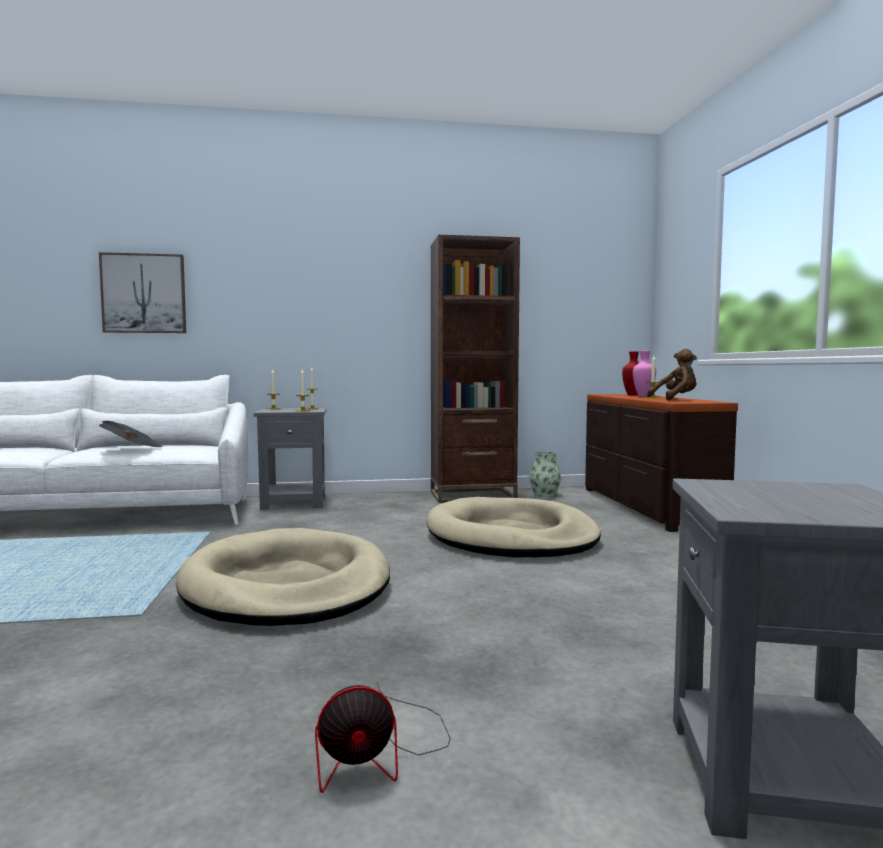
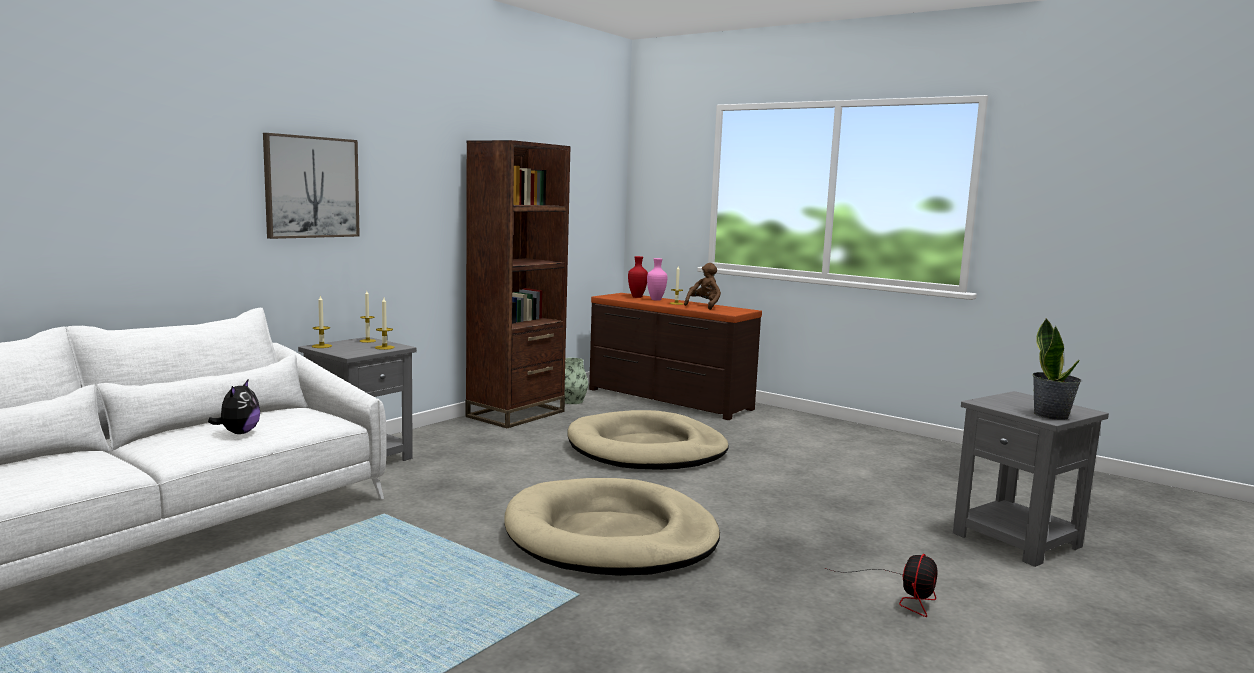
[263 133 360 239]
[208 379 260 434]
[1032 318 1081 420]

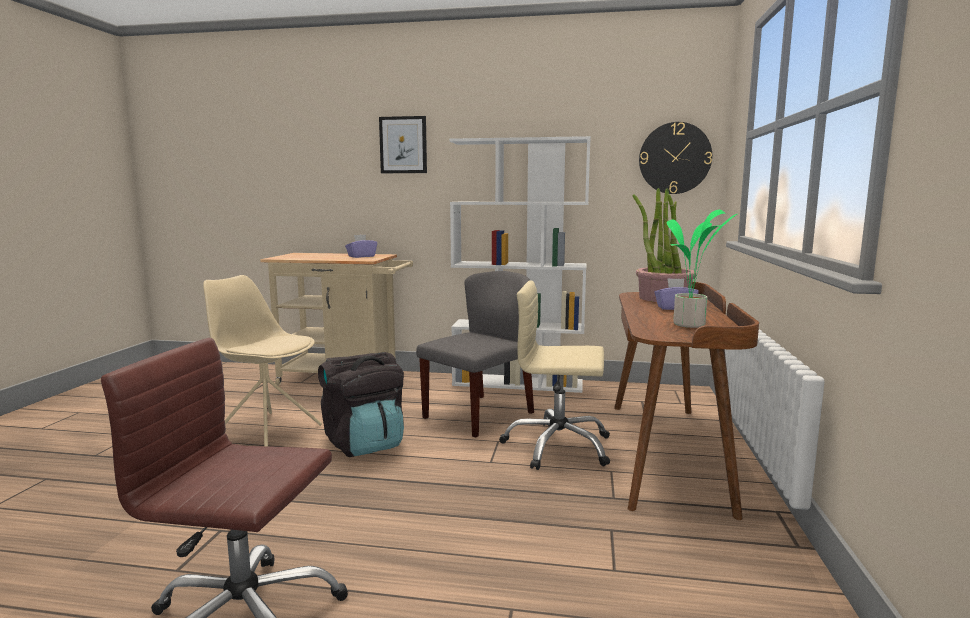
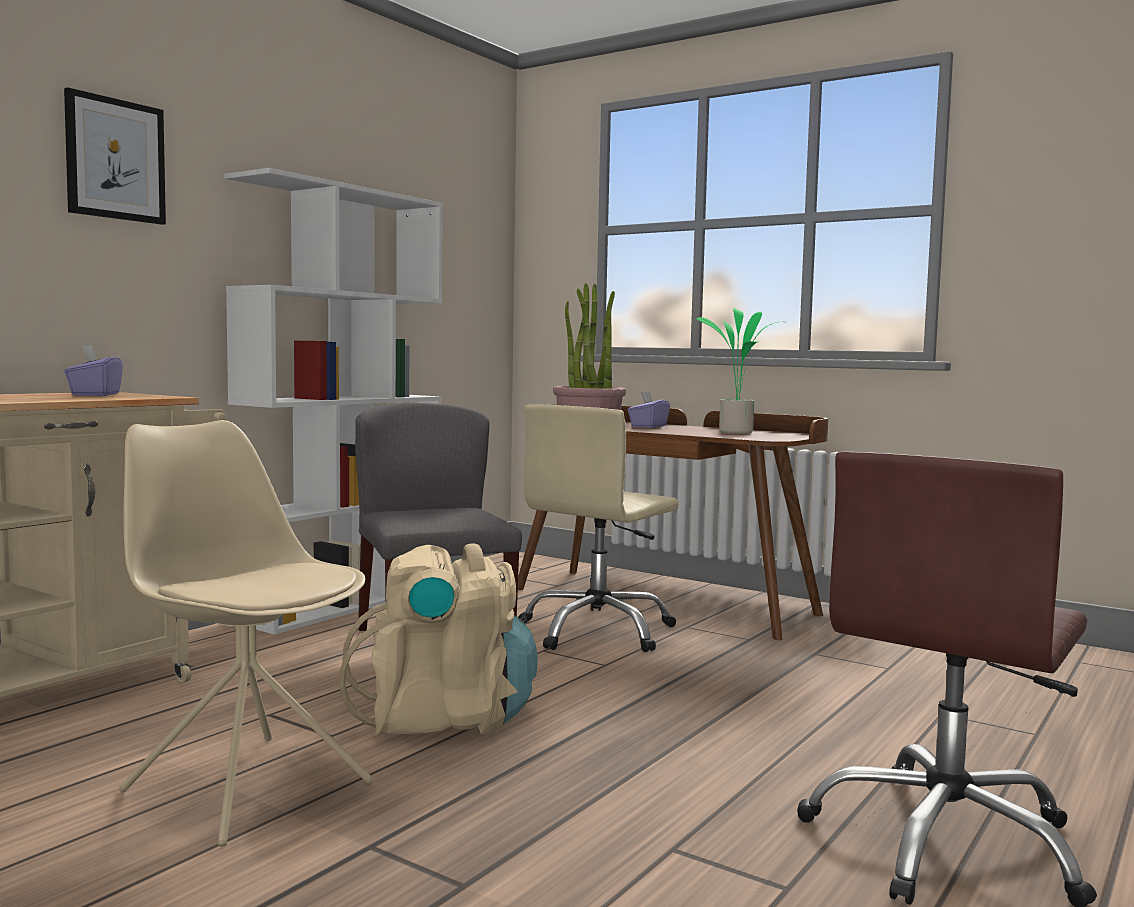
[639 122 712 194] (first image)
[119 420 373 847]
[339 544 538 735]

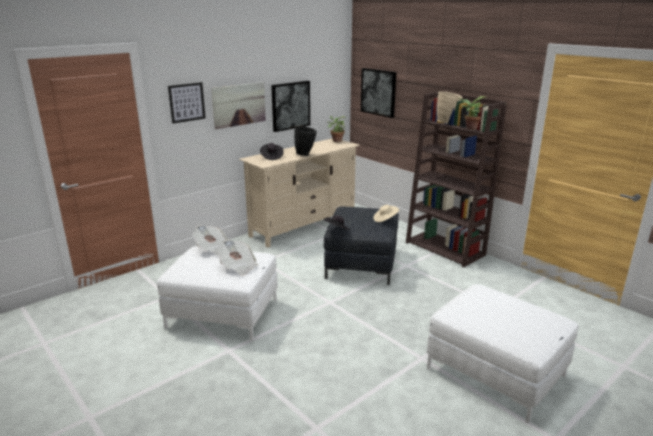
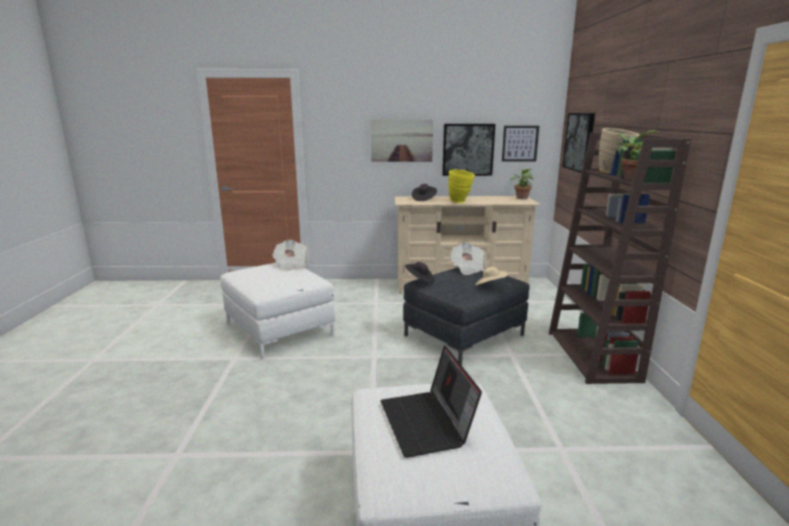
[502 126 539 162]
[448 170 475 203]
[450 243 486 275]
[380 346 482 458]

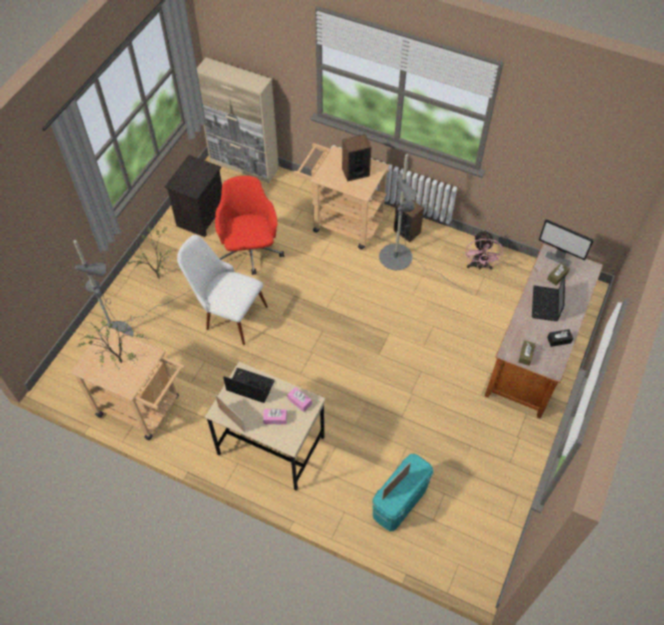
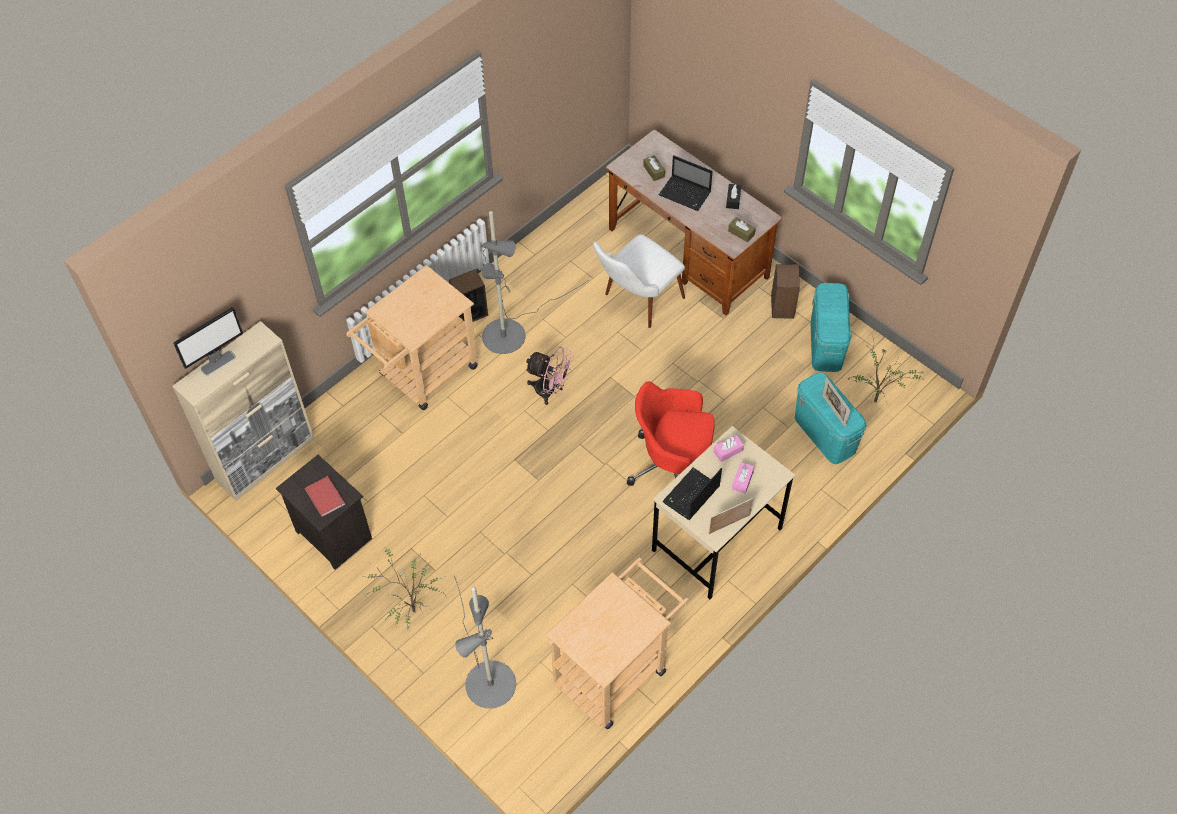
[771 264 800 319]
[627 381 715 486]
[173 307 243 376]
[525 346 574 405]
[593 234 685 328]
[847 338 927 402]
[811 283 851 372]
[305 476 345 517]

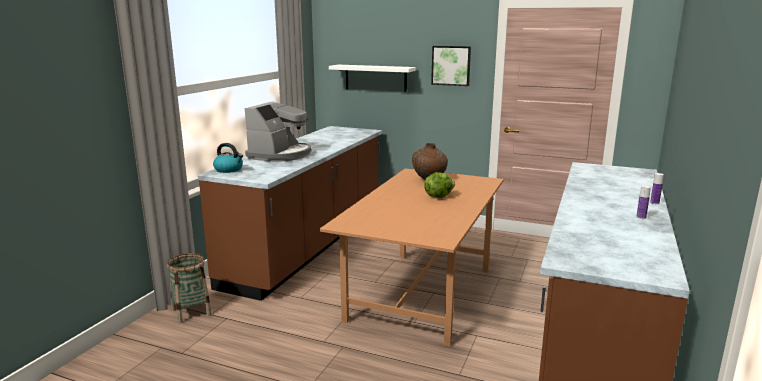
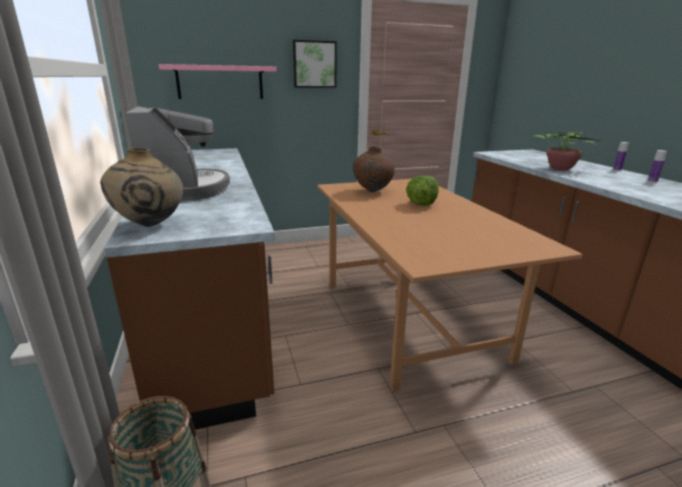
[159 64 277 99]
[100 147 183 227]
[534 132 603 171]

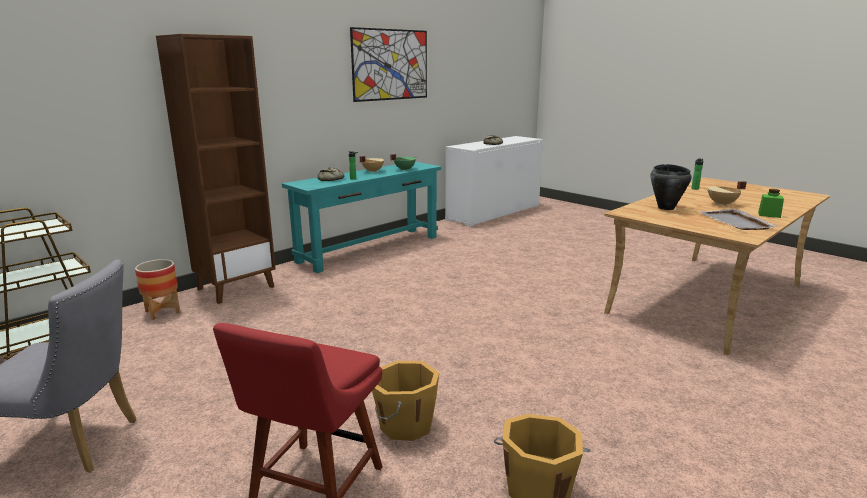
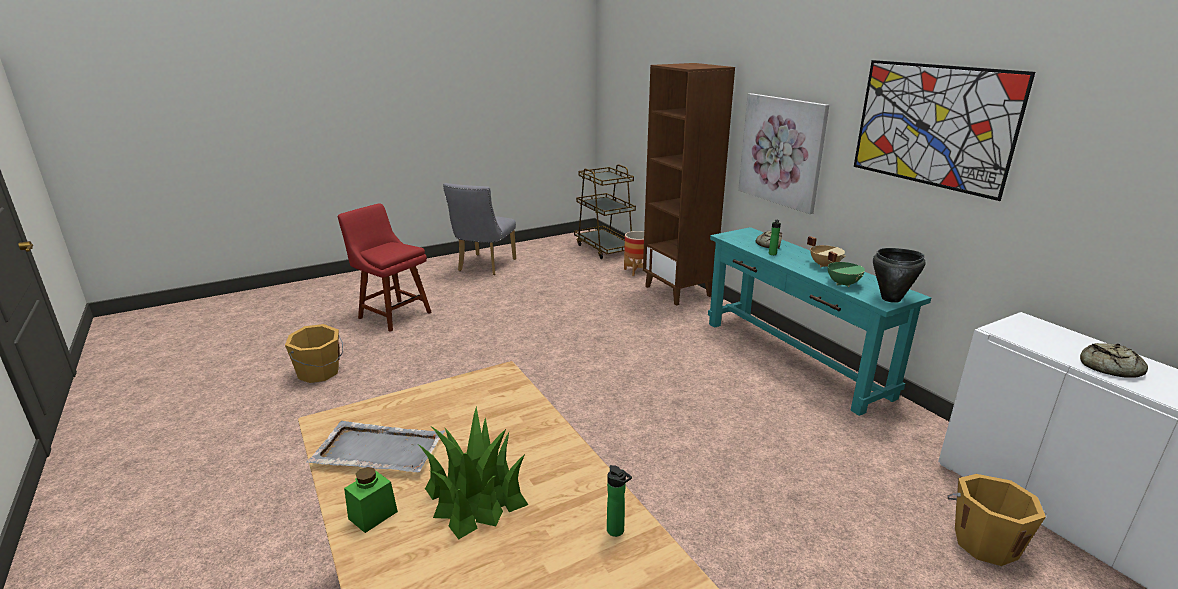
[873 248 926 303]
[419 407 528 539]
[947 474 1047 566]
[738 93 829 214]

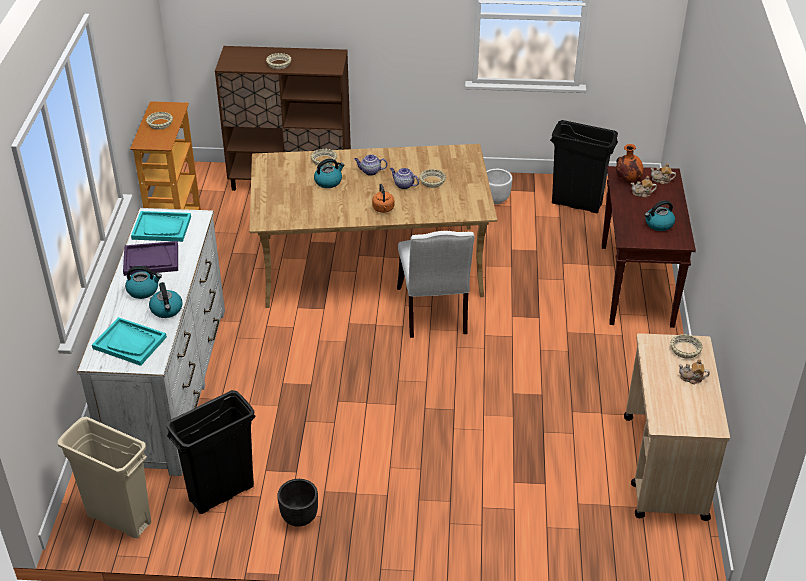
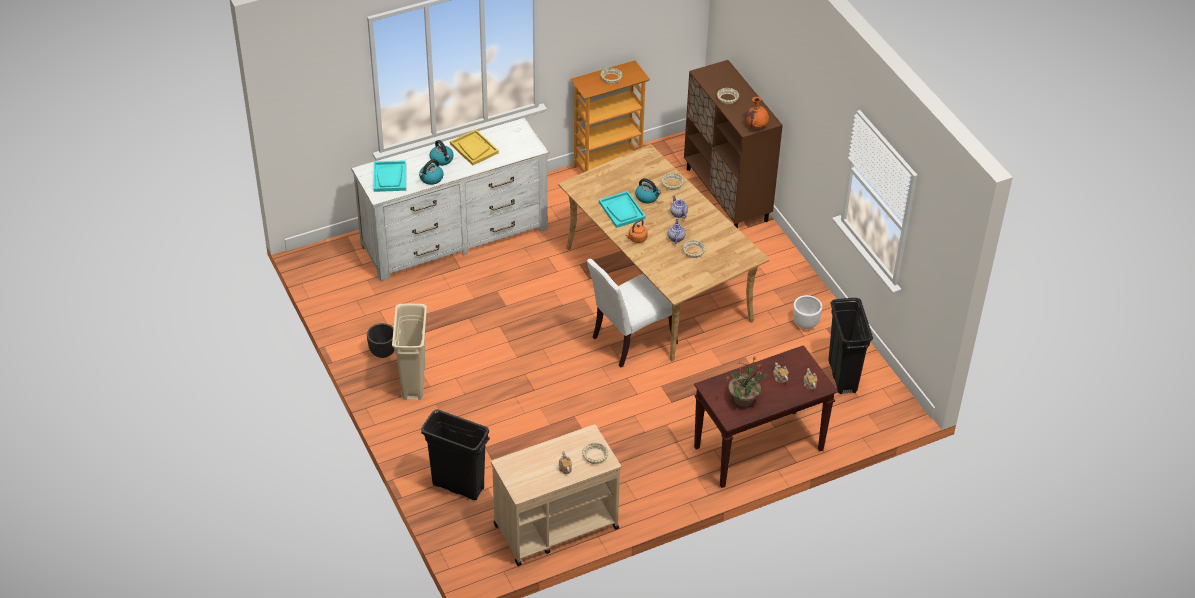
[746 97 769 128]
[725 357 767 407]
[599 191 646 228]
[450 129 499 166]
[421 409 490 500]
[392 304 427 400]

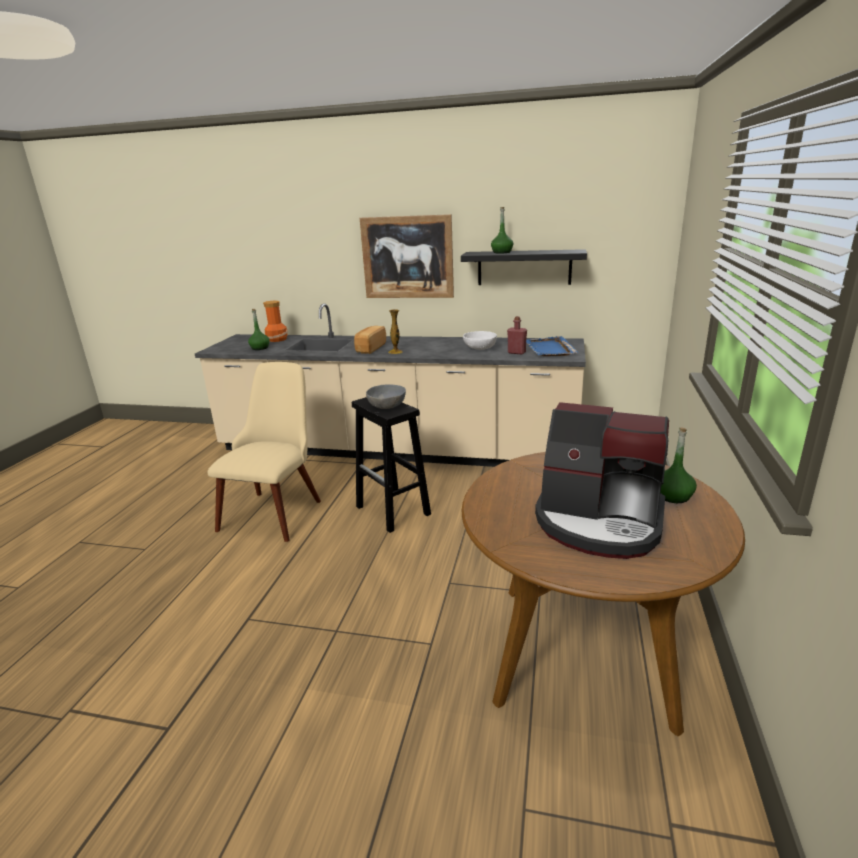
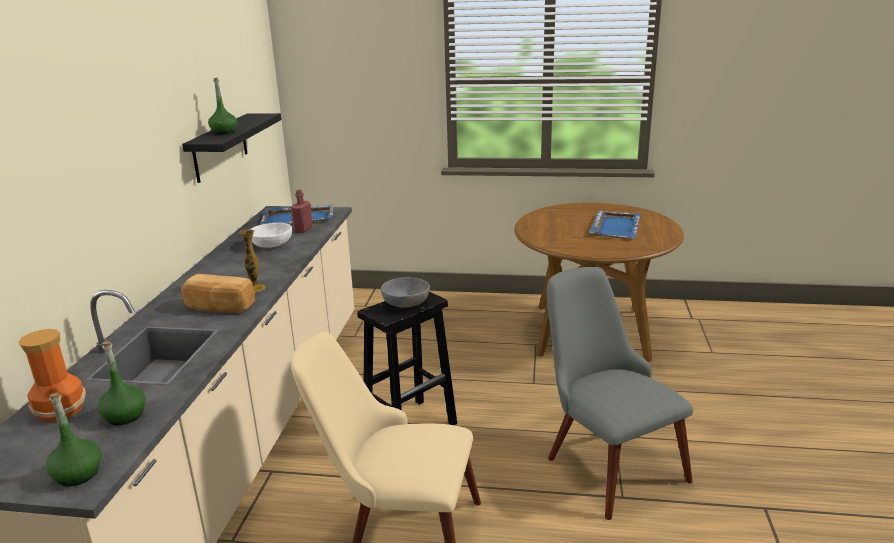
[360 214 454 298] (first image)
[590 210 640 239]
[45 393 101 487]
[547 267 693 520]

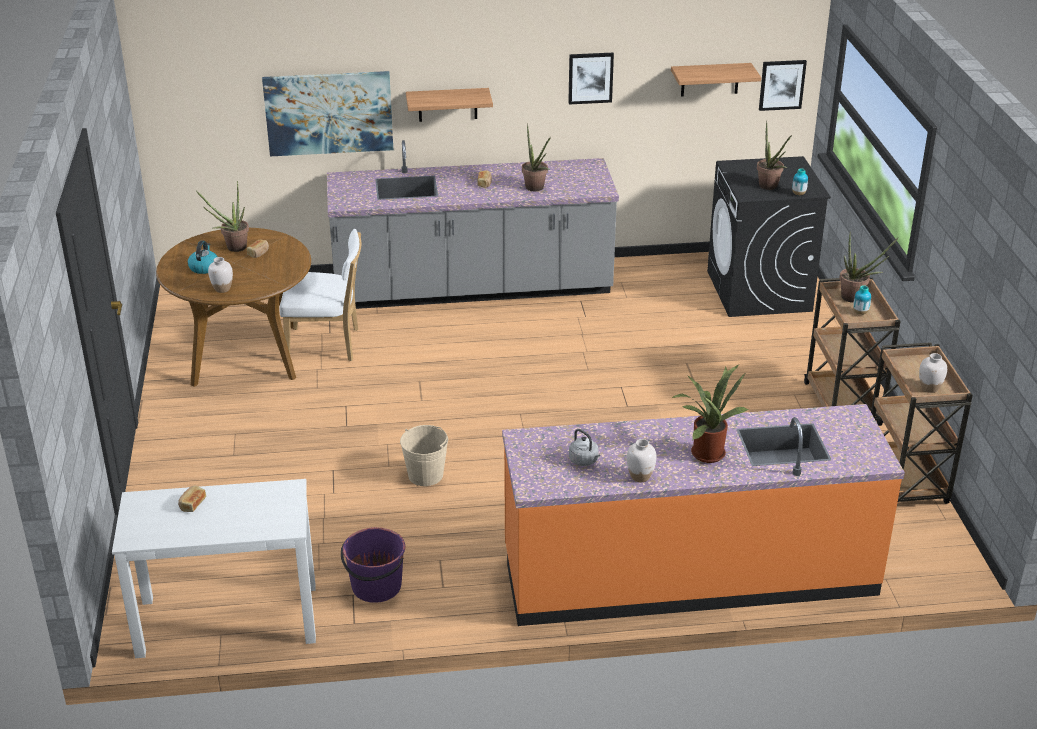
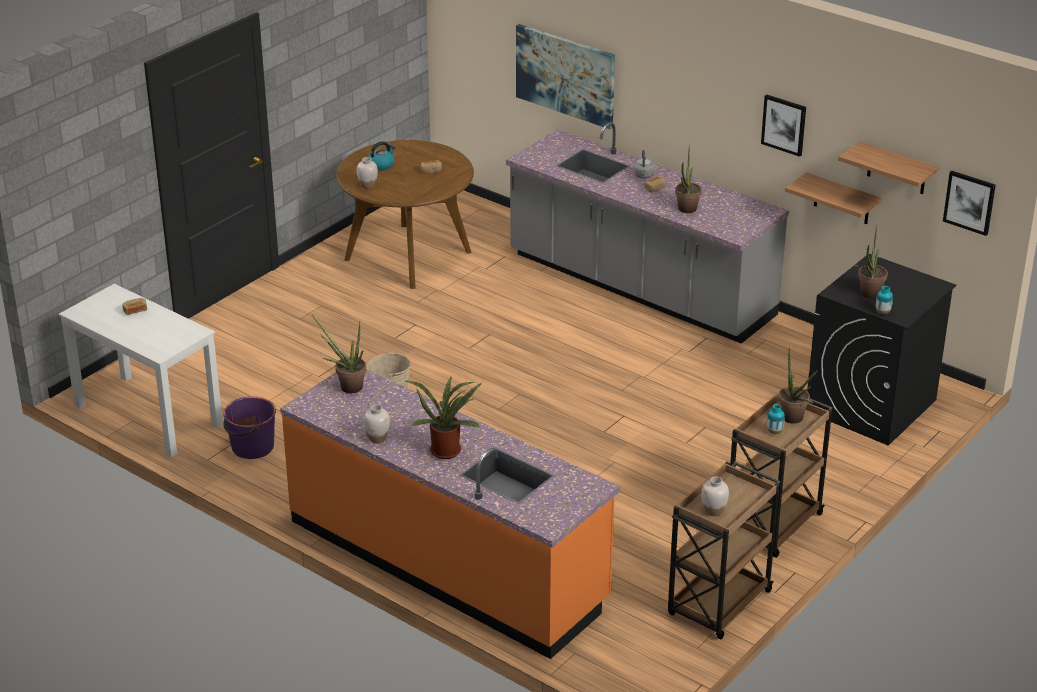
[785 172 882 224]
[312 315 366 393]
[279 229 361 361] (first image)
[633 150 655 179]

